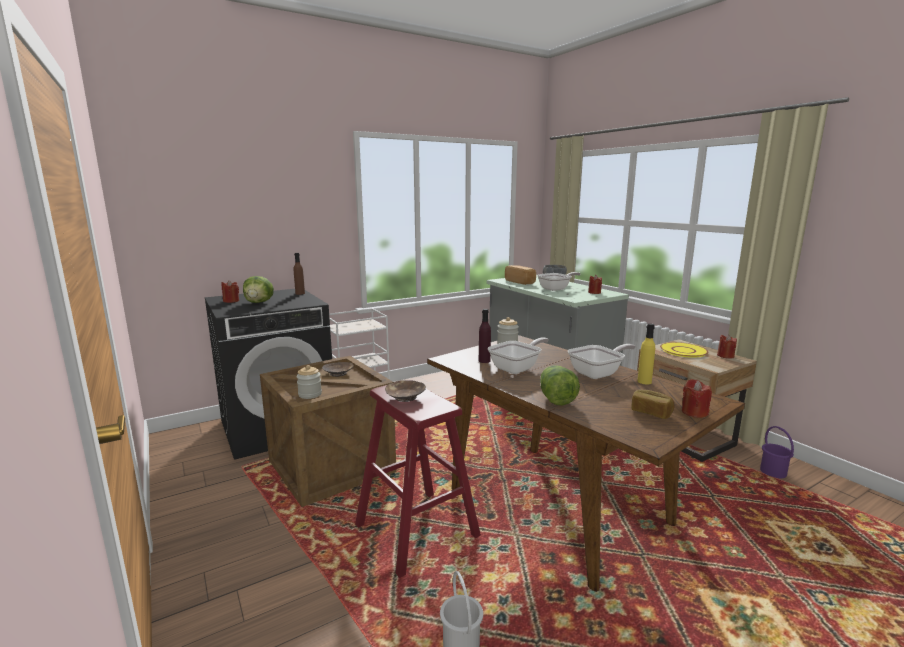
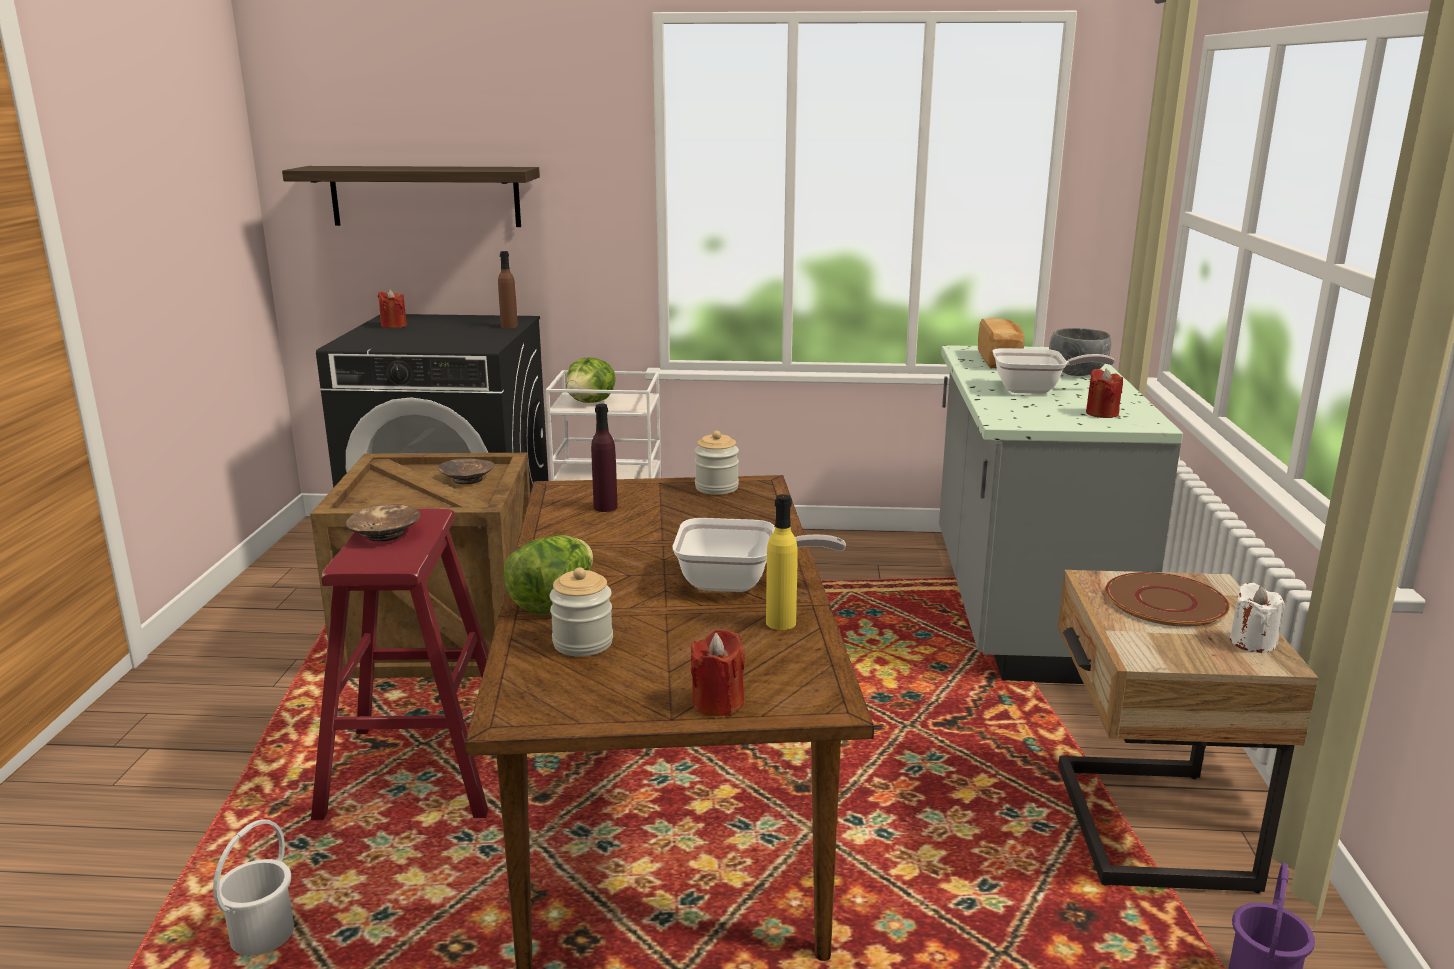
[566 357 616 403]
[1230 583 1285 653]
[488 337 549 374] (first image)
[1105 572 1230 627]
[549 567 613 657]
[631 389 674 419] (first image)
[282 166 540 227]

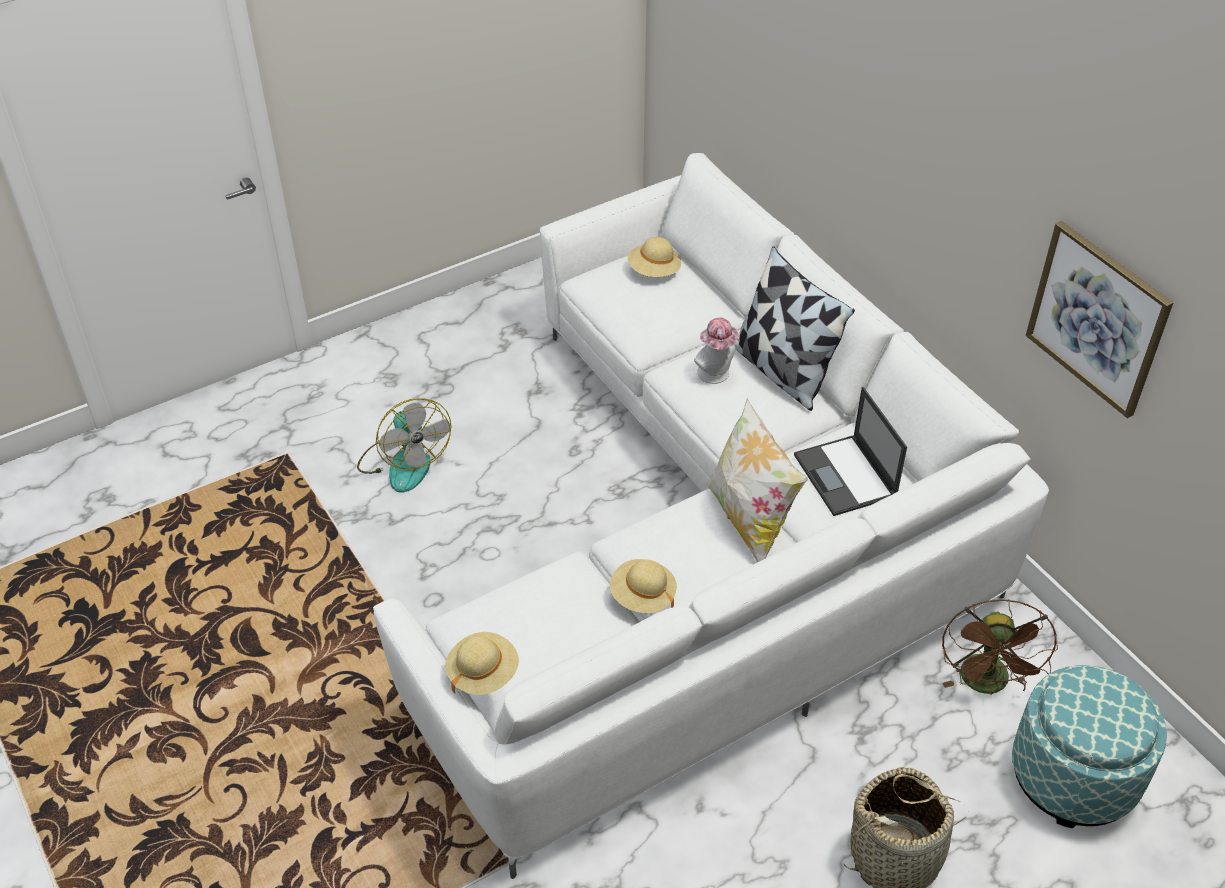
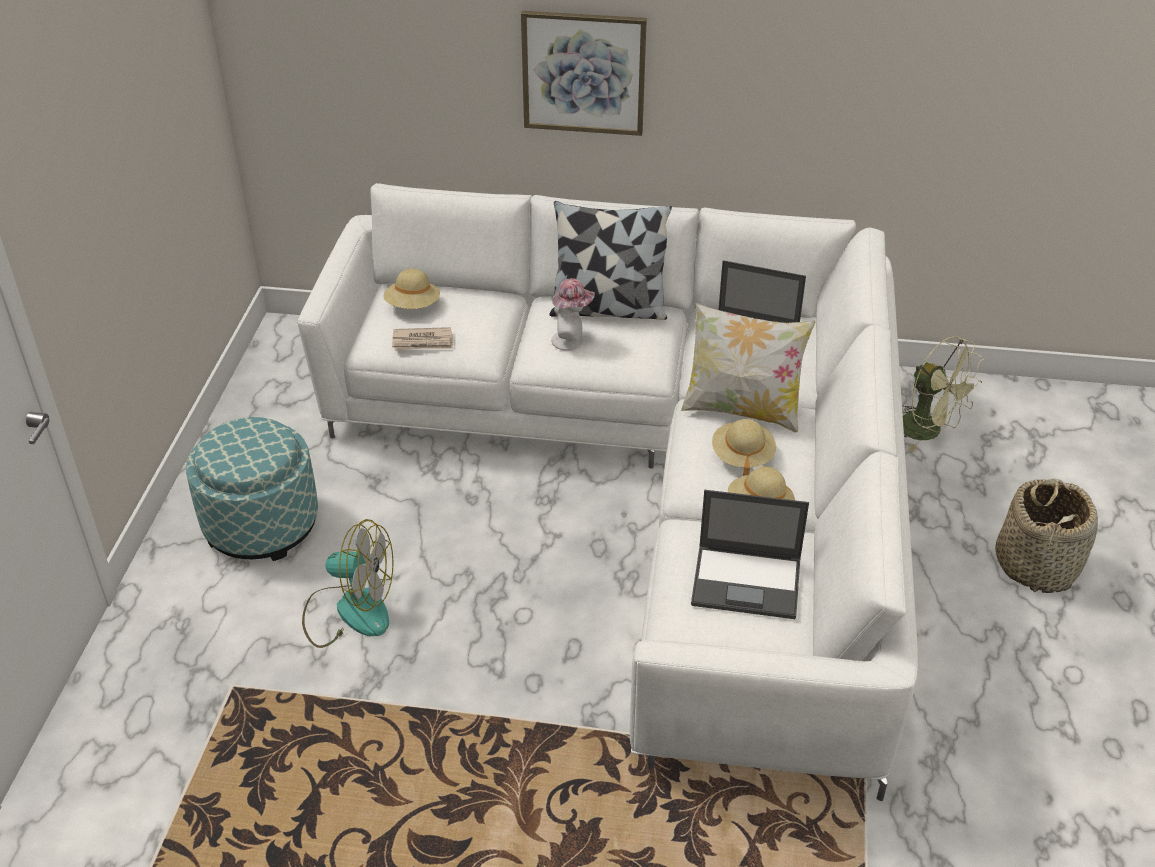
[521 11 647 136]
[903 337 984 452]
[712 419 776 476]
[186 417 318 561]
[392 327 453 351]
[691 490 809 619]

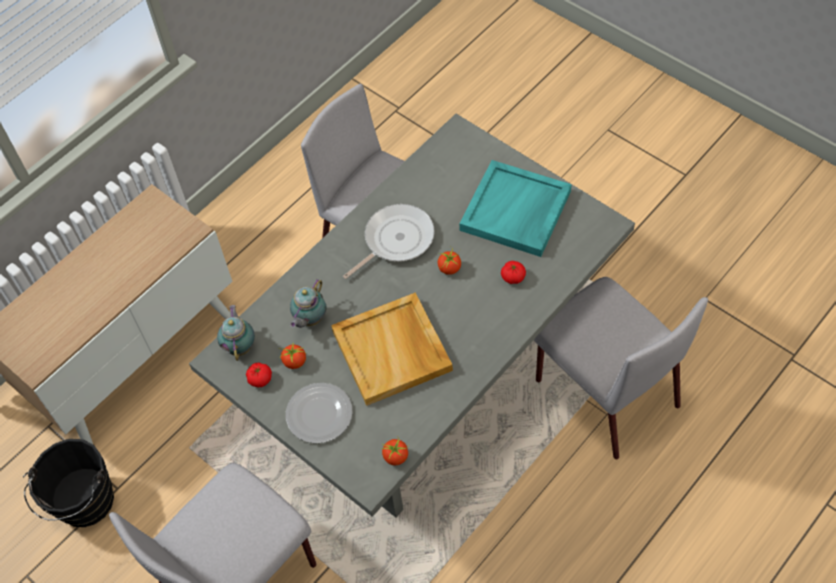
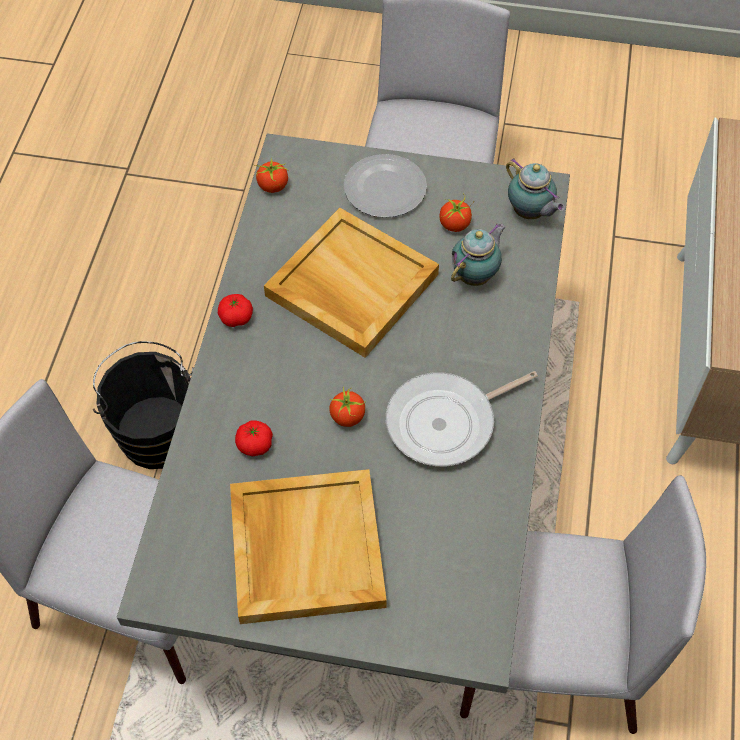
[230 469 387 624]
[386 371 538 466]
[451 223 506 286]
[218 294 253 327]
[93 341 194 469]

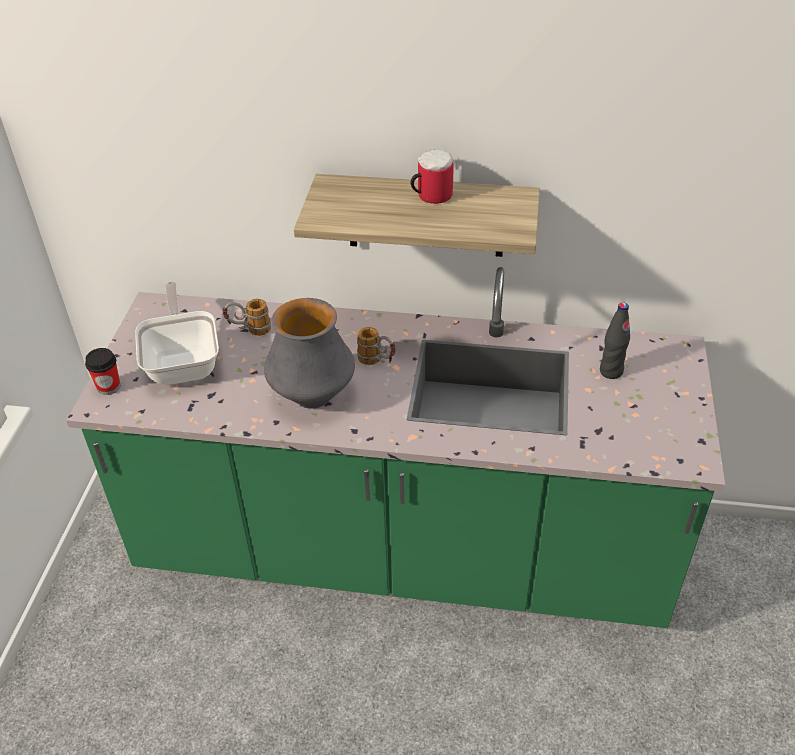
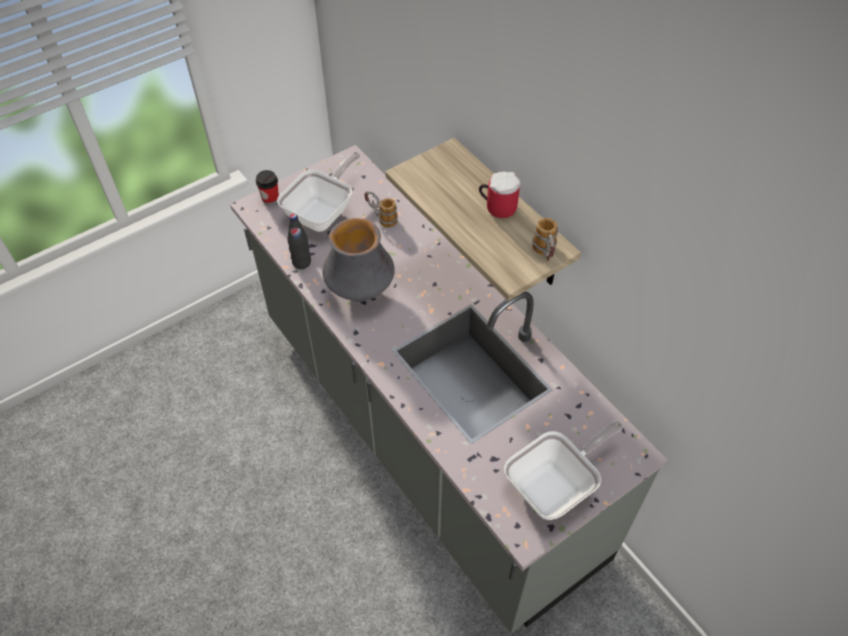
[230 145 668 633]
[287 213 311 269]
[532 218 558 262]
[504 421 624 520]

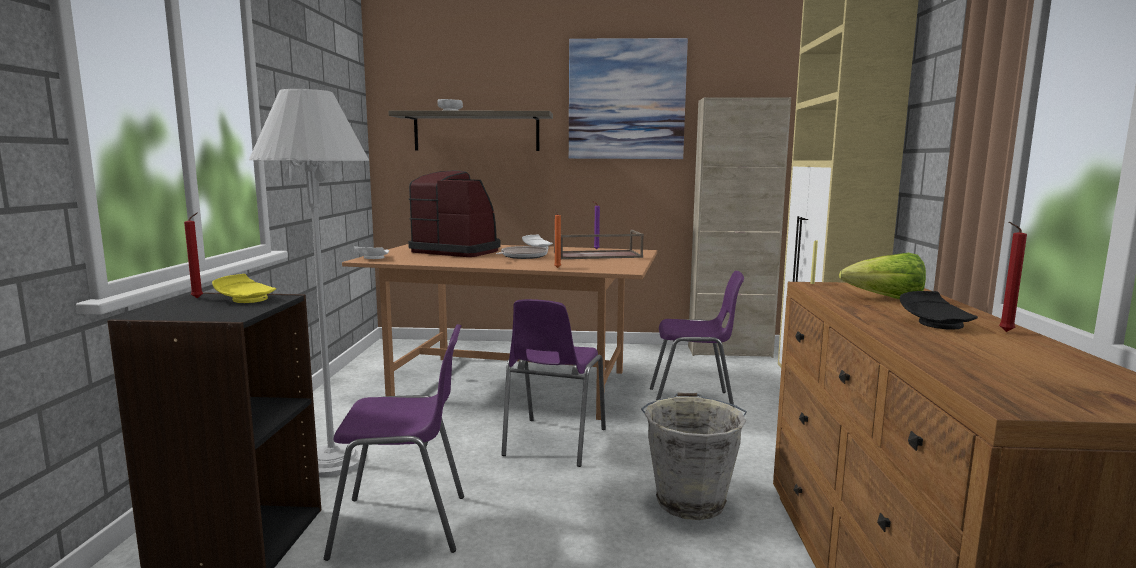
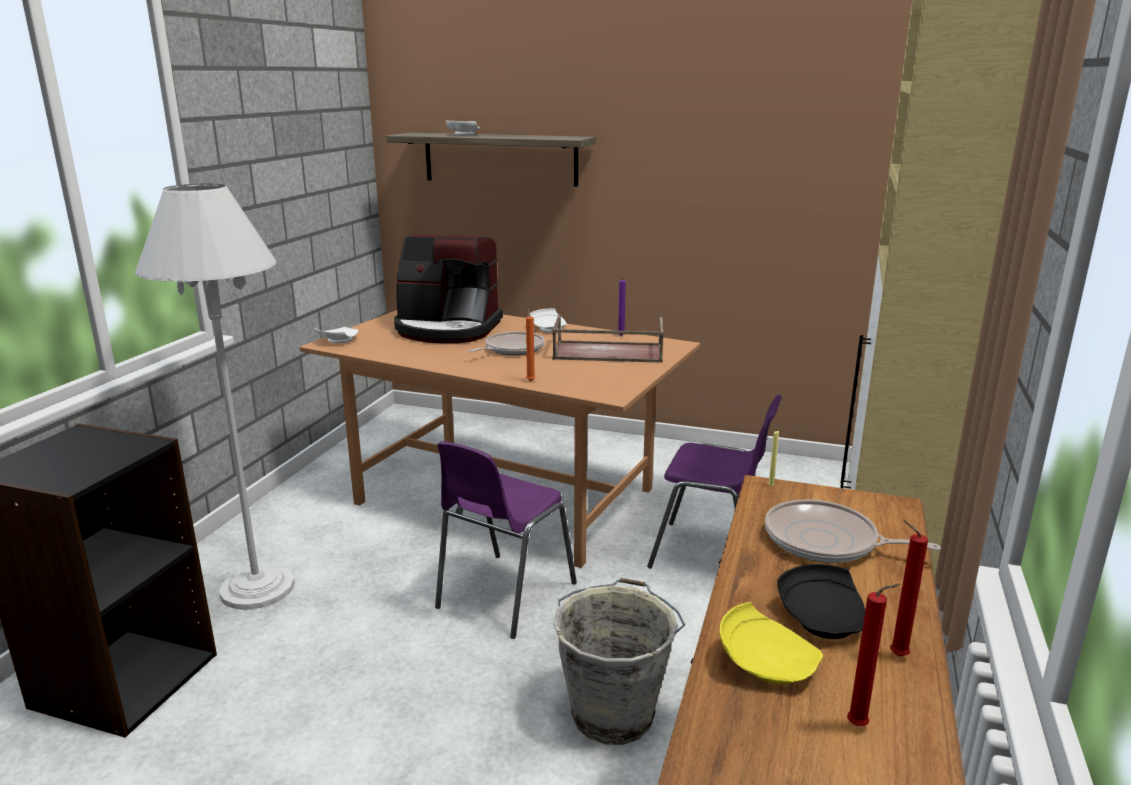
[569 38 688 159] (first image)
[688 97 791 358] (first image)
[394 234 503 344]
[847 583 900 726]
[765 499 941 563]
[719 602 823 684]
[324 324 464 561] (first image)

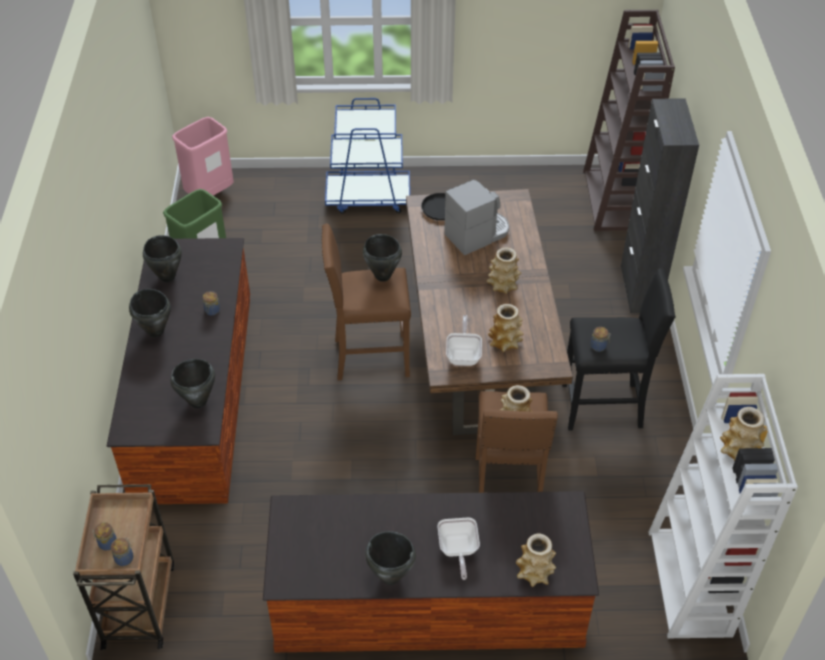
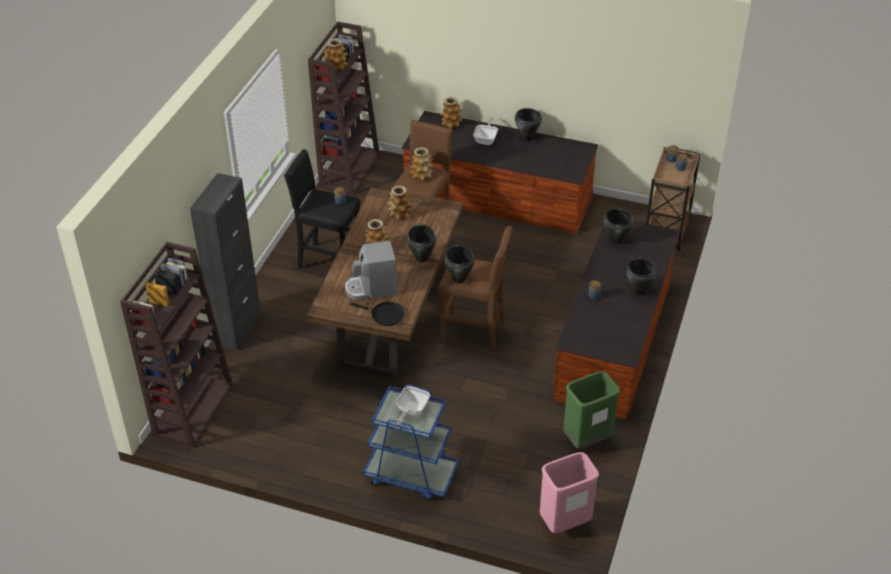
[407 224 436 262]
[396 386 430 425]
[308 21 380 195]

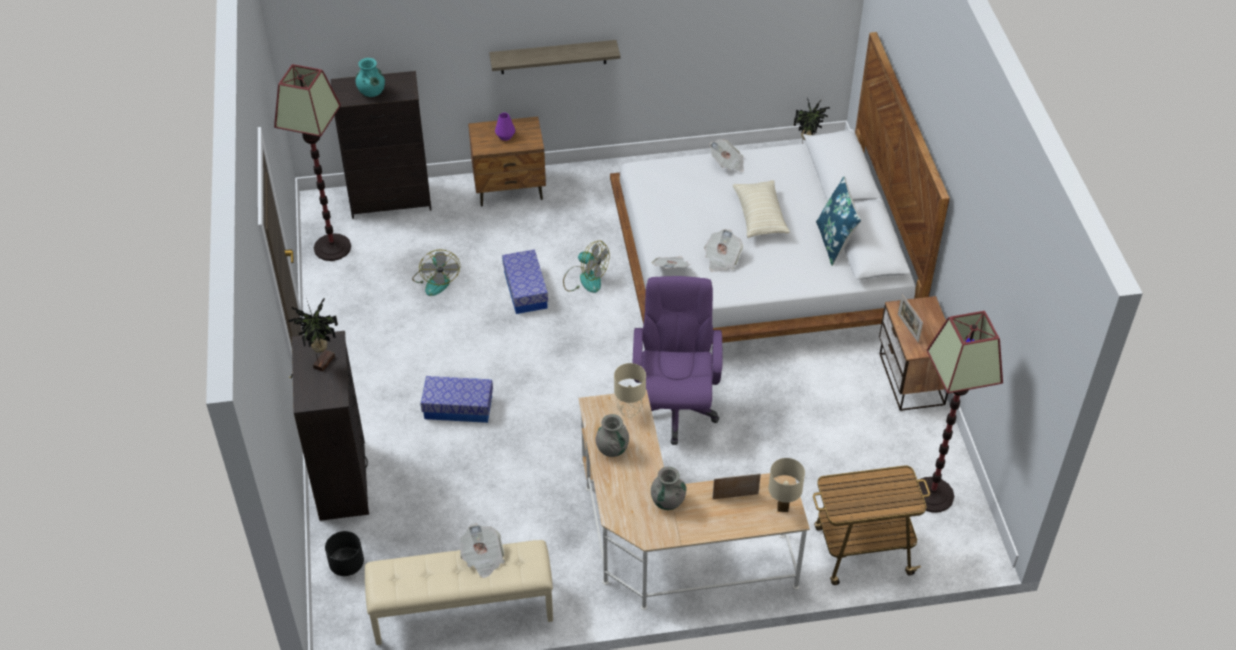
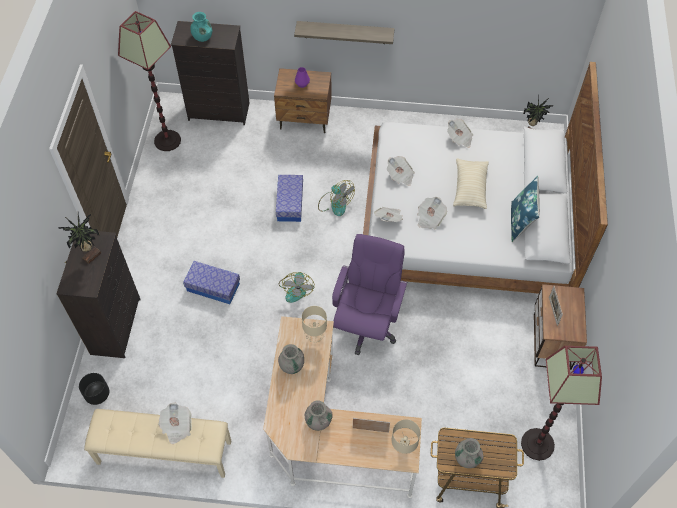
[279 272 315 303]
[387 156 415 186]
[455 438 483 468]

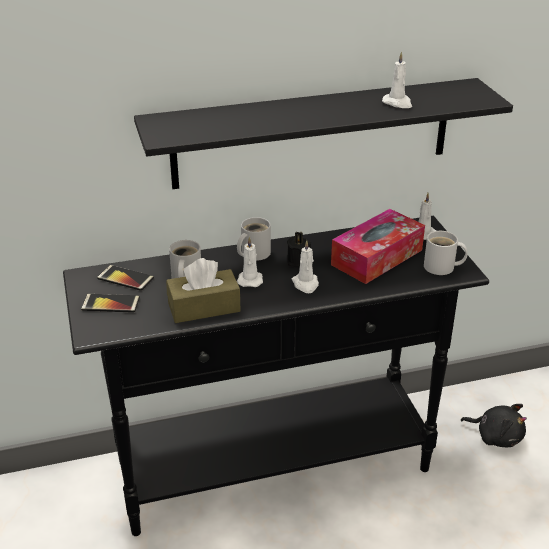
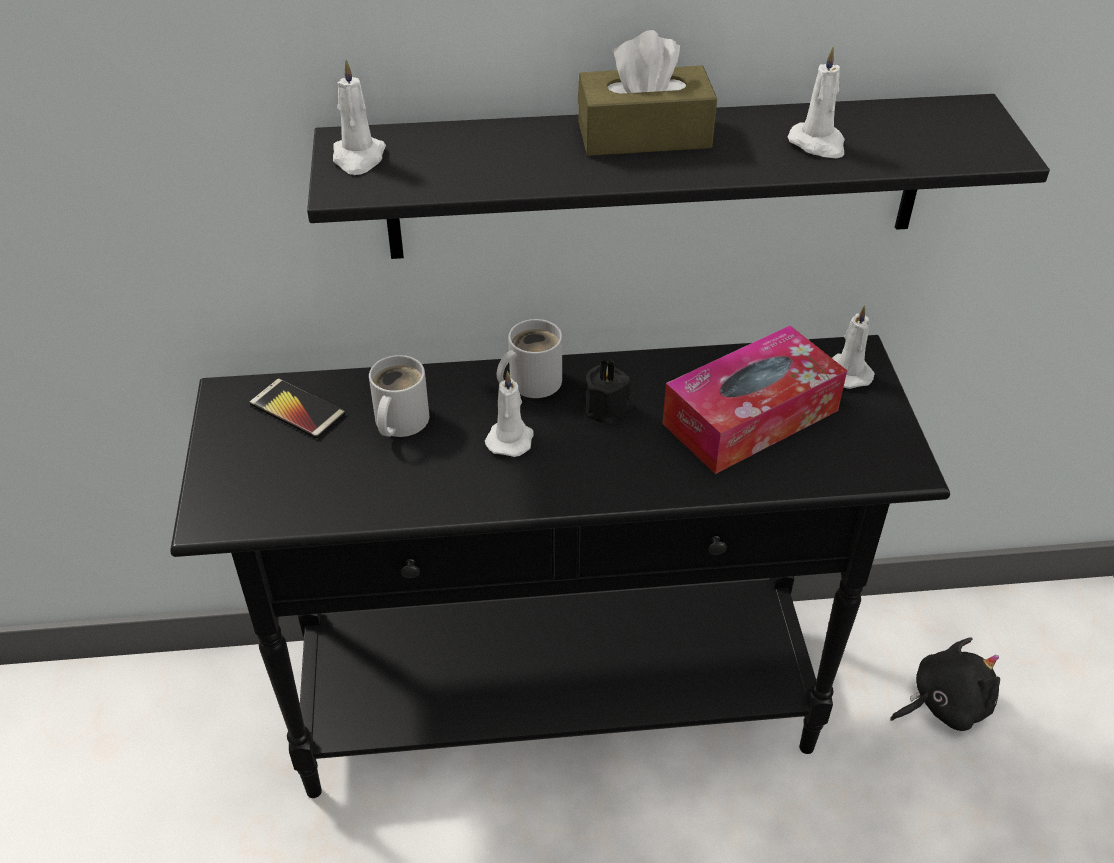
[424 231 467 275] (first image)
[333 60 386 175]
[578 30 717 156]
[81 294 140 313] (first image)
[890 637 1000 731]

